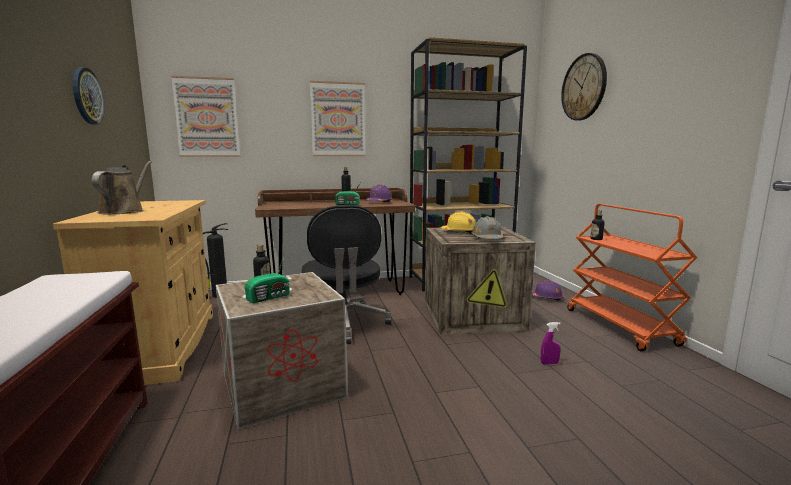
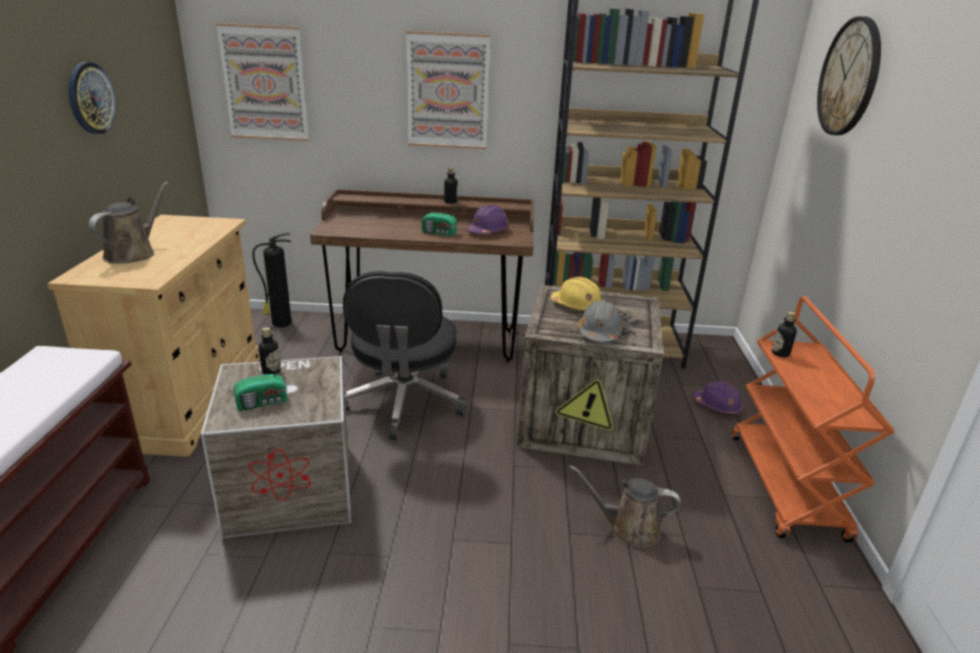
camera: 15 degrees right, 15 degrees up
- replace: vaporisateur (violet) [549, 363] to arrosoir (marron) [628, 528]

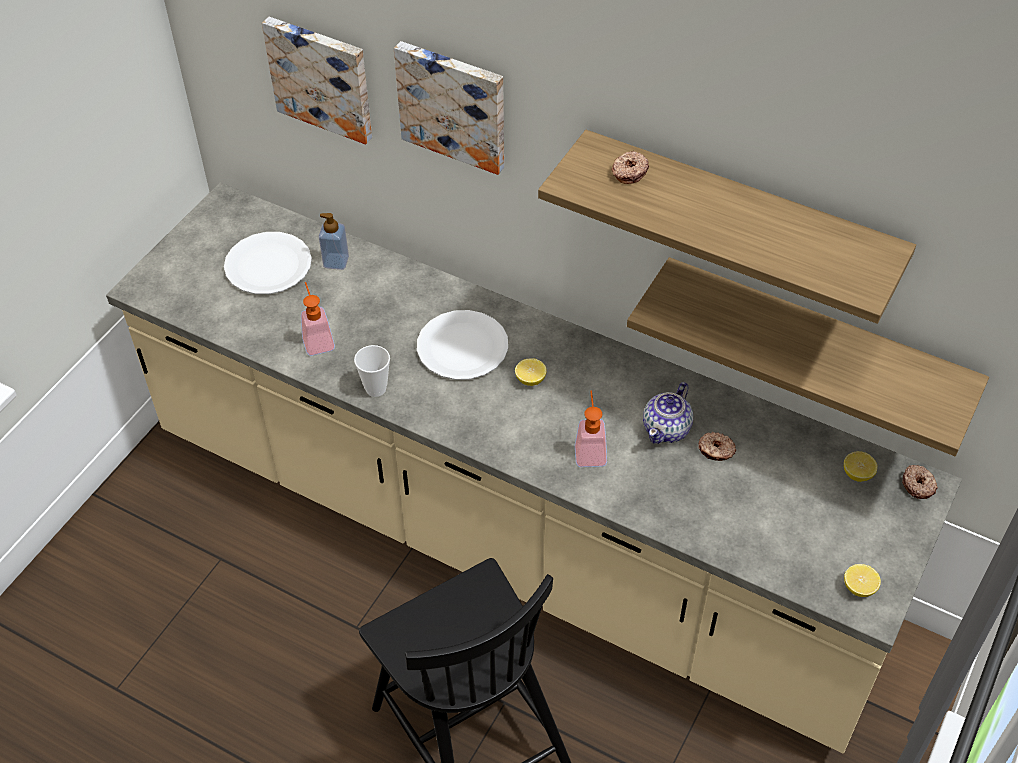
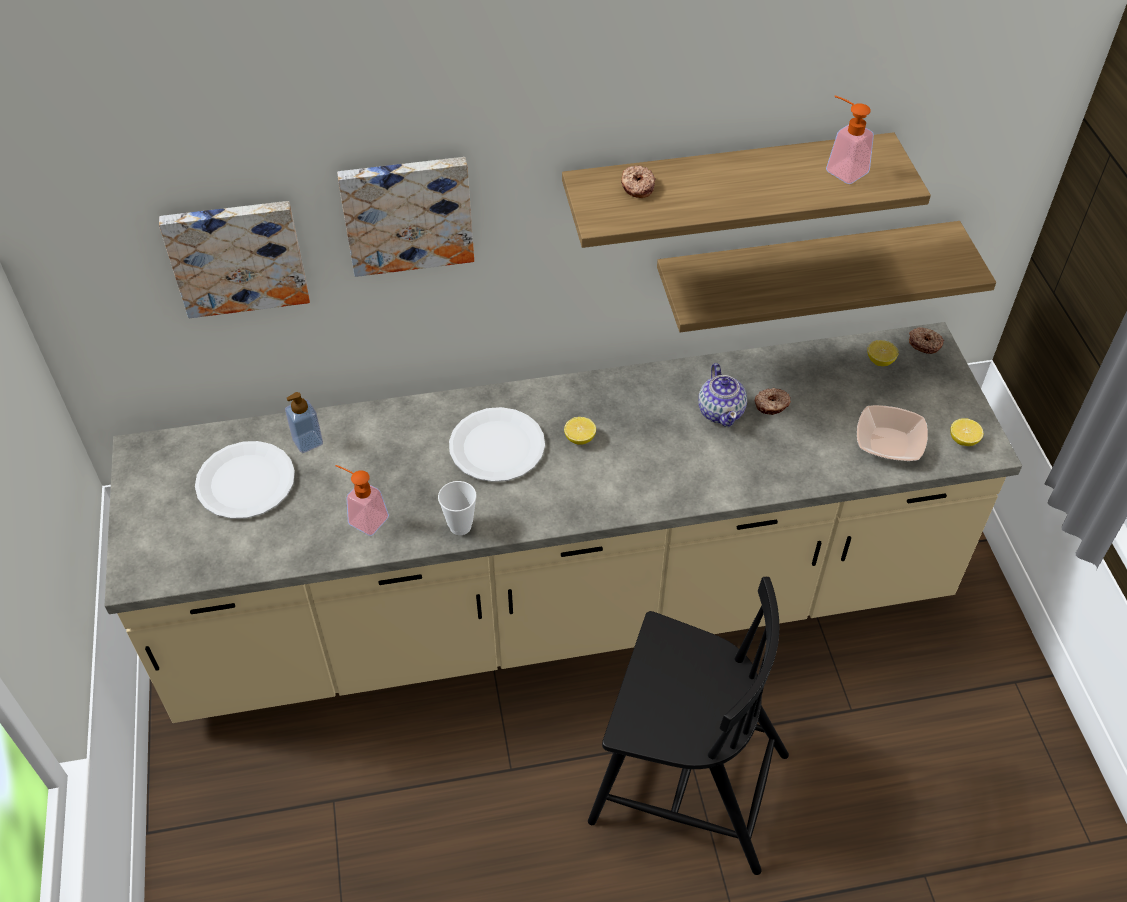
camera: 40 degrees left, 0 degrees up
- move: distributeur de savon [590, 450] to [841, 168]
- insert: bol [889, 443]

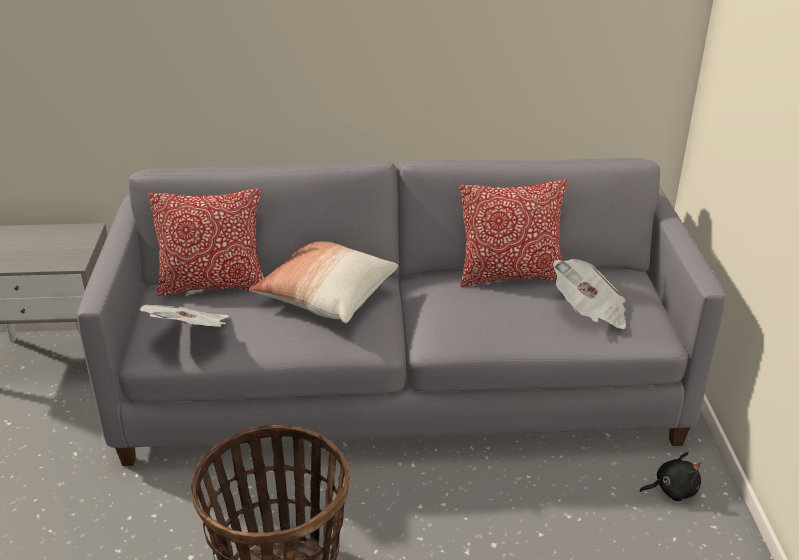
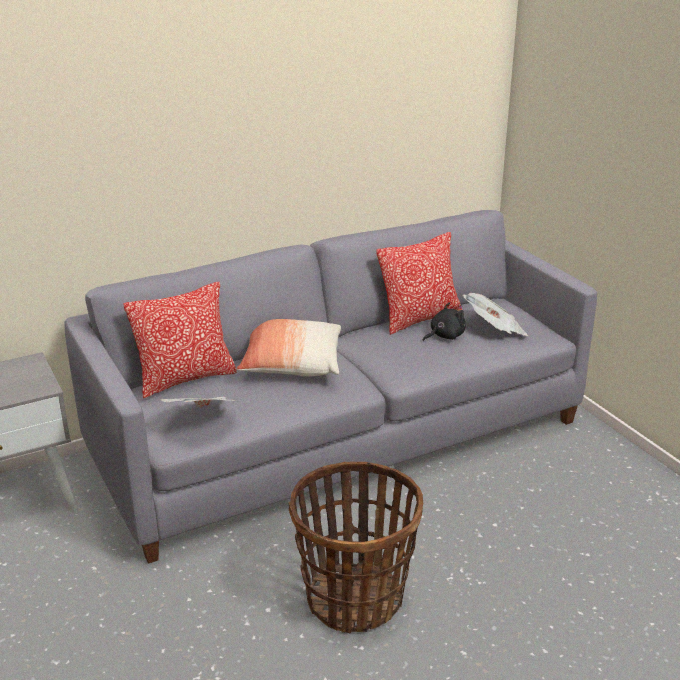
camera: 25 degrees left, 5 degrees down
- move: peluche (noir) [672, 490] to [444, 336]

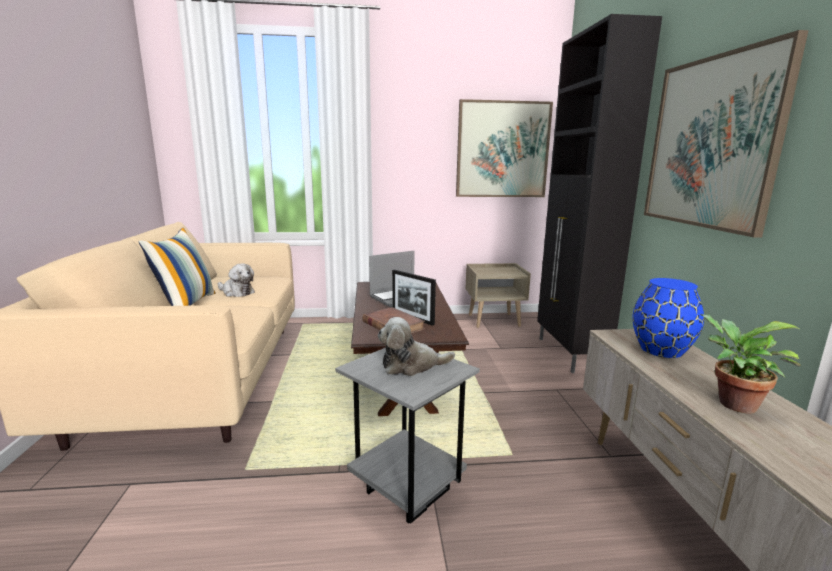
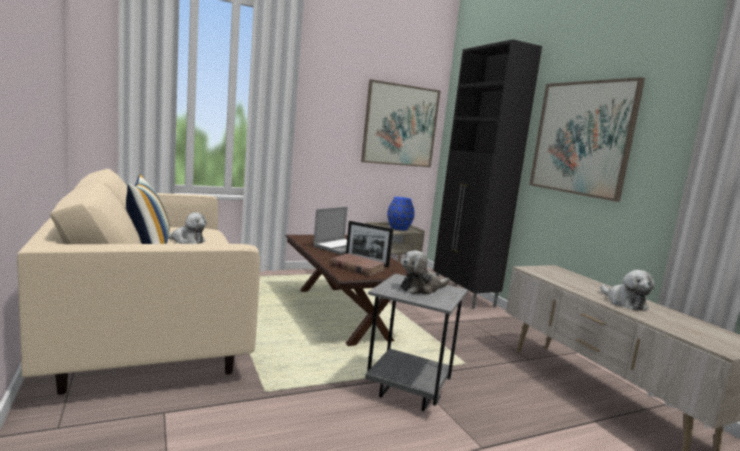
camera: 20 degrees left, 5 degrees down
- move: vase (bleu) [660, 350] to [398, 228]
- replace: plante en pot [731, 403] to peluche [624, 302]

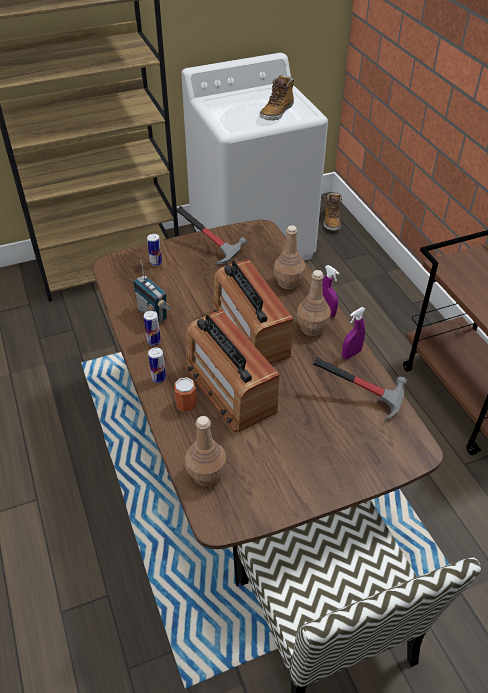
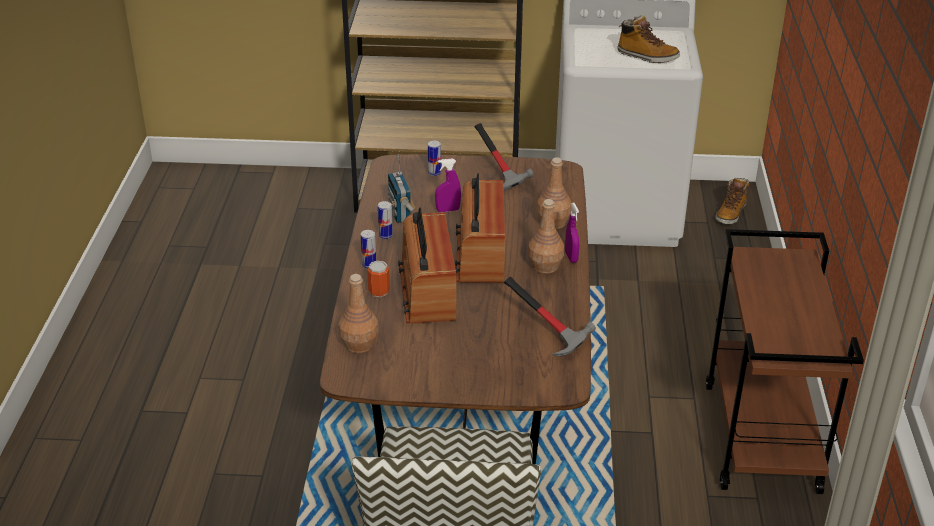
camera: 25 degrees right, 10 degrees down
- rotate: botte [277, 112] = [647, 57] 120 degrees counterclockwise
- move: vaporisateur (violet) [351, 354] to [448, 210]

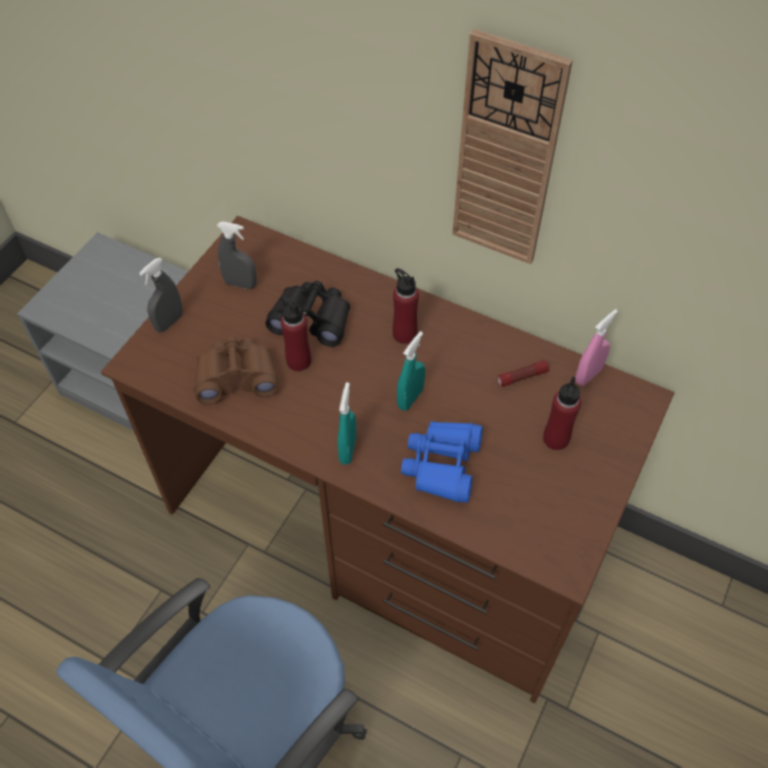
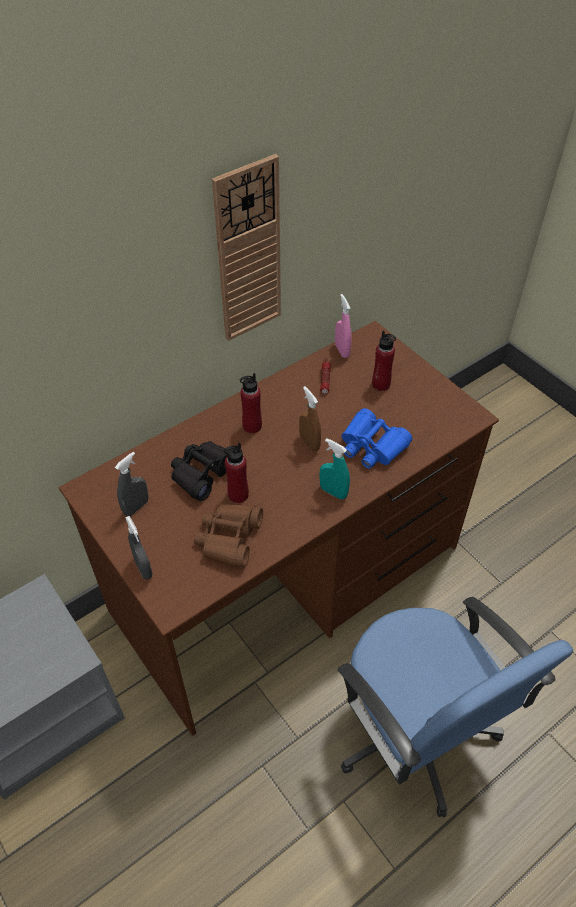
camera: 65 degrees left, 5 degrees down
- recolor: vaporisateur (turquoise) [410, 398] to vaporisateur (marron) [309, 443]

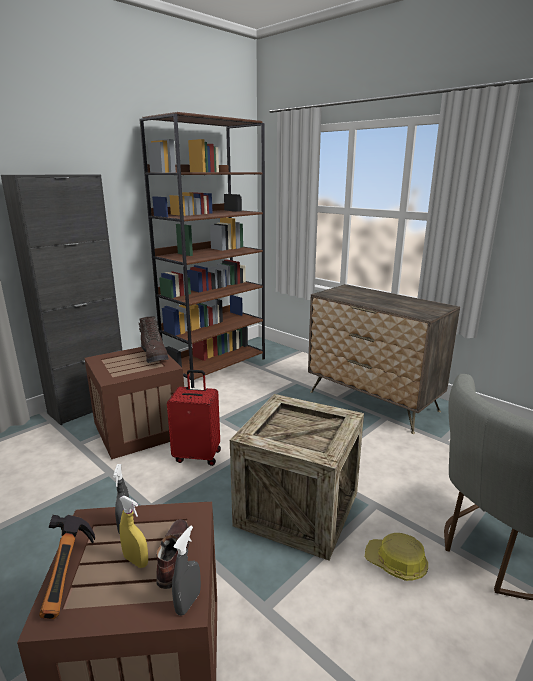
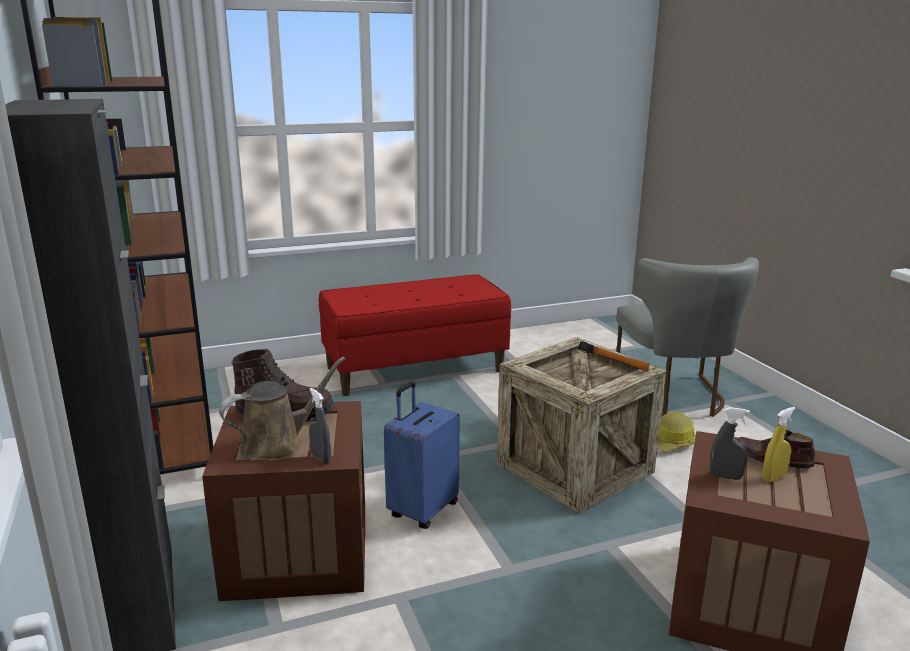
camera: 65 degrees left, 0 degrees up
- move: marteau [70, 575] to [612, 366]
- recolor: valise (rouge) [198, 455] to valise (bleu) [422, 510]
- move: vaporisateur (gris) [188, 602] to [321, 458]
- replace: commode [373, 401] to banc (rouge) [415, 369]
- insert: arrosoir (marron) [277, 444]

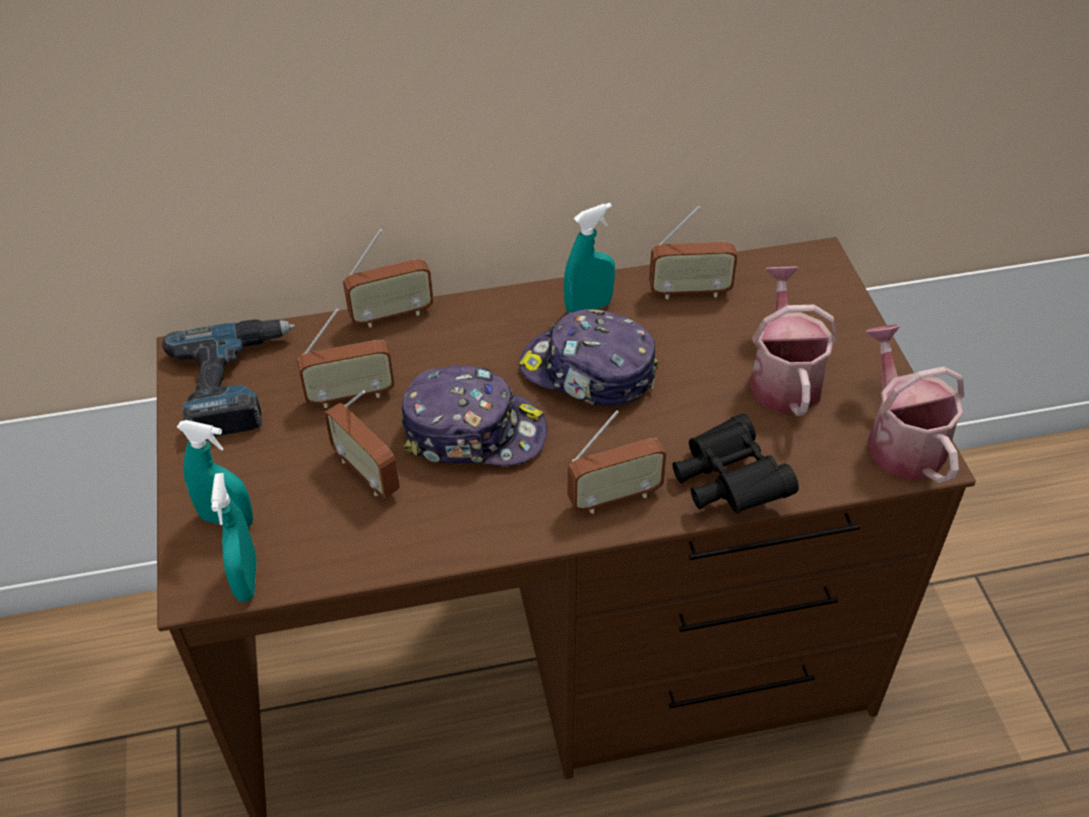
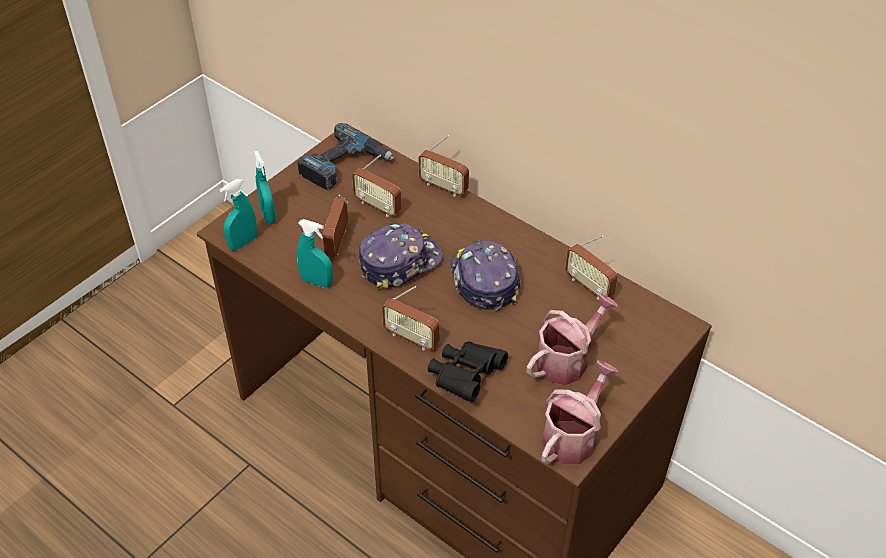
camera: 50 degrees right, 0 degrees up
- rotate: casquette [473, 432] = [399, 262] 90 degrees counterclockwise
- move: vaporisateur (turquoise) [588, 308] to [316, 282]

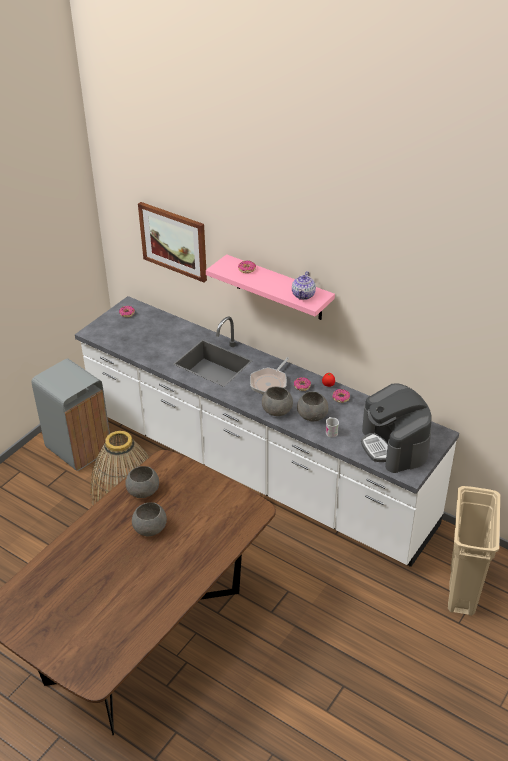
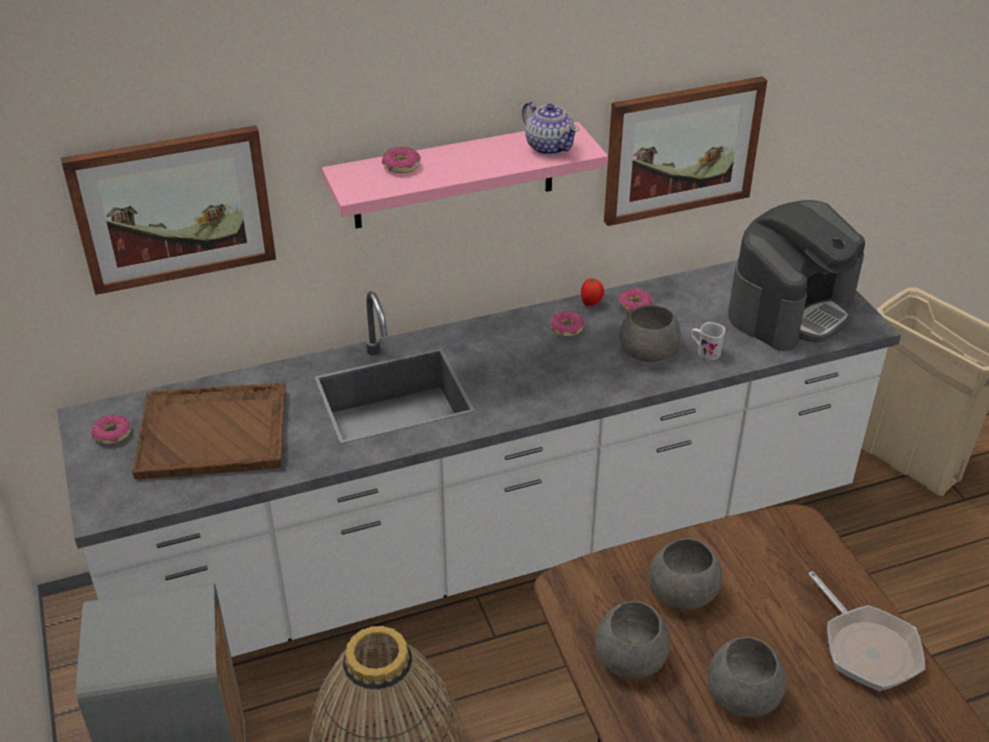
camera: 55 degrees left, 0 degrees up
- move: poêle [270, 382] to [866, 648]
- move: bol (gris) [276, 410] to [681, 592]
- rotate: machine à café [394, 445] = [790, 309] 60 degrees counterclockwise
- insert: plateau (marron) [215, 433]
- insert: tableau [681, 150]

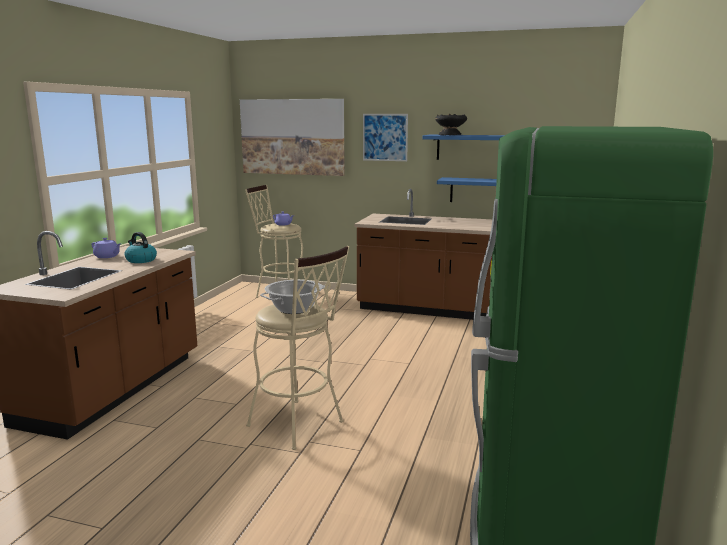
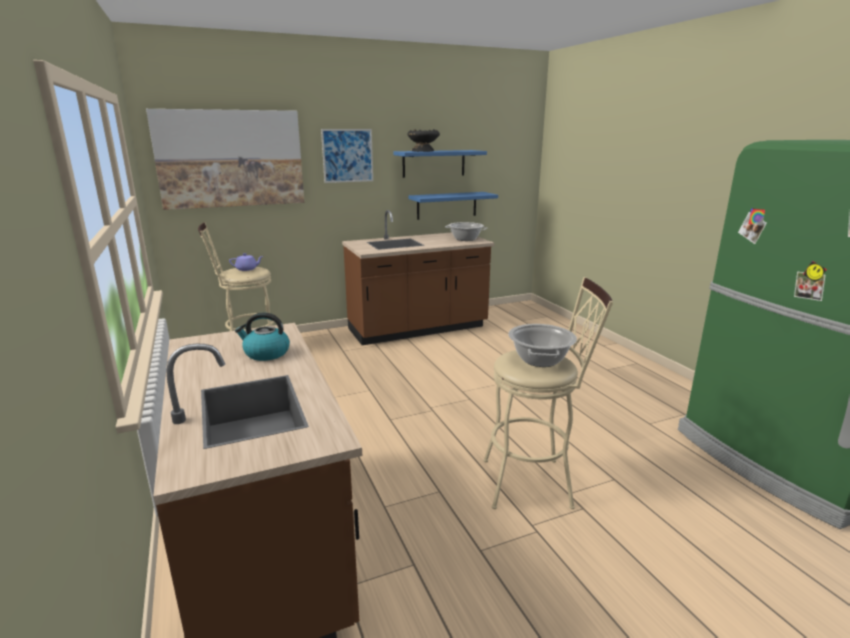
camera: 40 degrees left, 5 degrees up
- delete: théière (violet) [107, 256]
- insert: marmite [465, 239]

